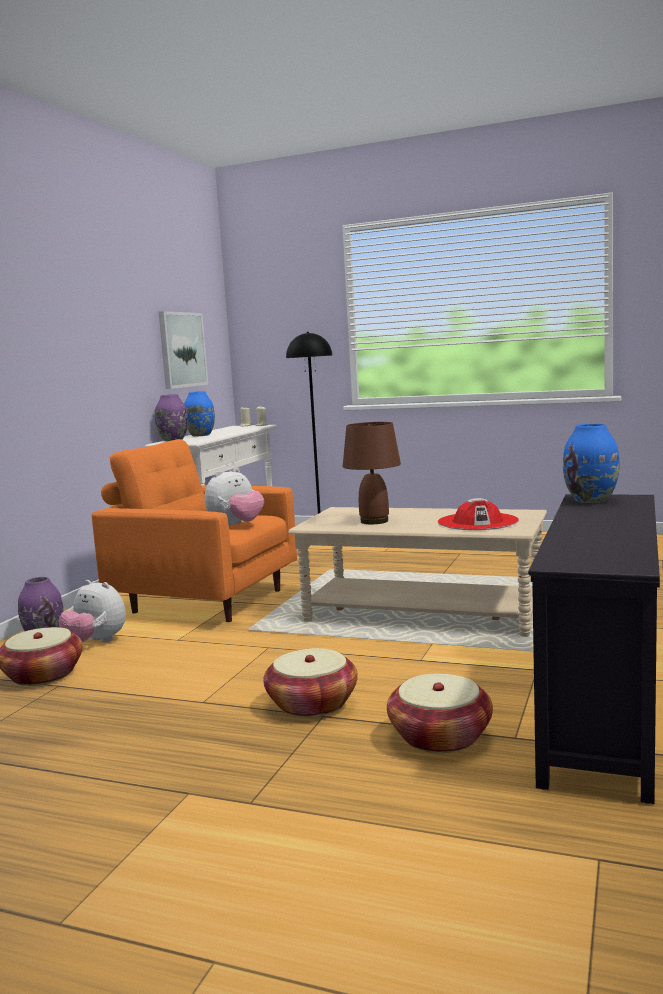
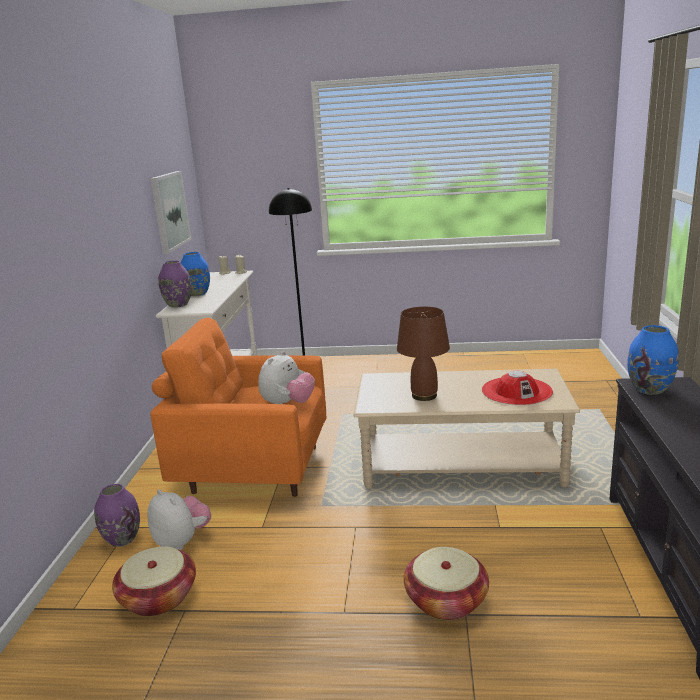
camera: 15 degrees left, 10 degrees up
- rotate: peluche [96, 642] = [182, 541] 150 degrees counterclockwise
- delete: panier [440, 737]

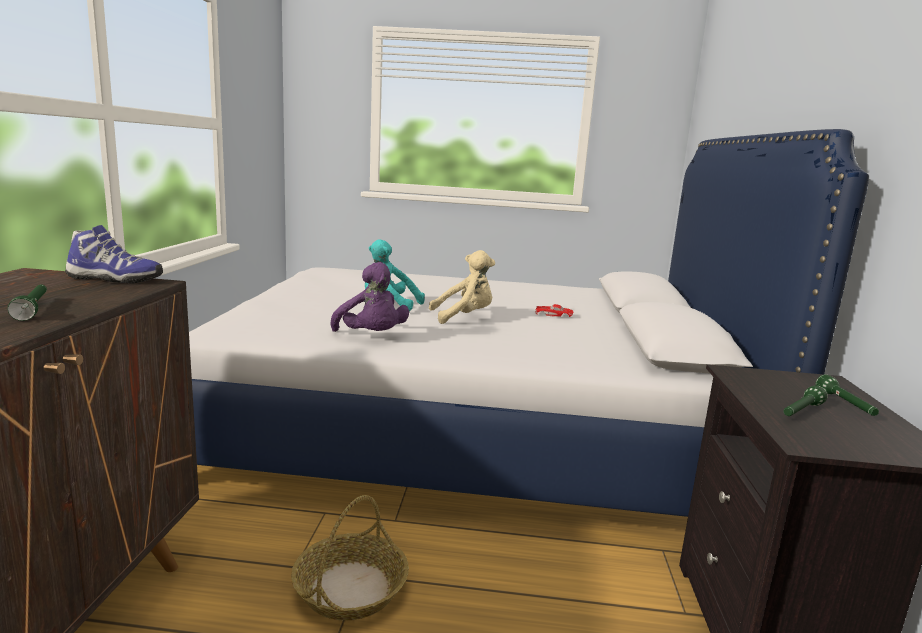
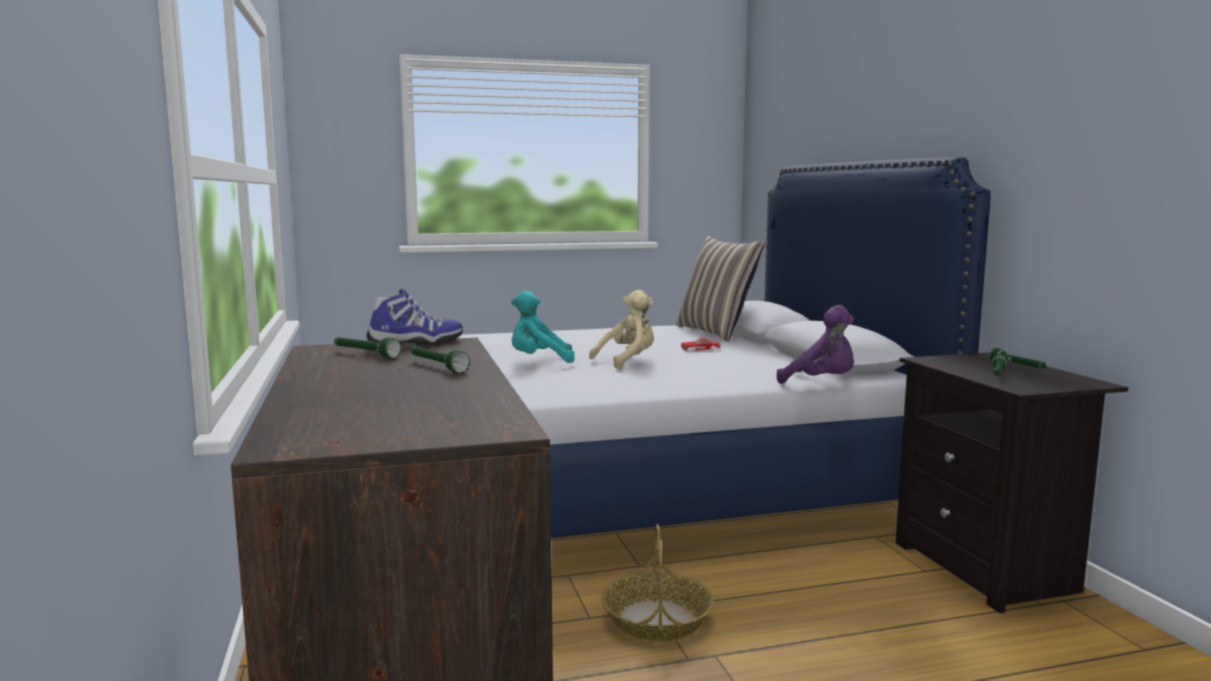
camera: 20 degrees left, 5 degrees down
- move: peluche (violet) [371, 337] to [821, 382]
- insert: lampe de poche (vert) [365, 354]
- insert: coussin [716, 332]

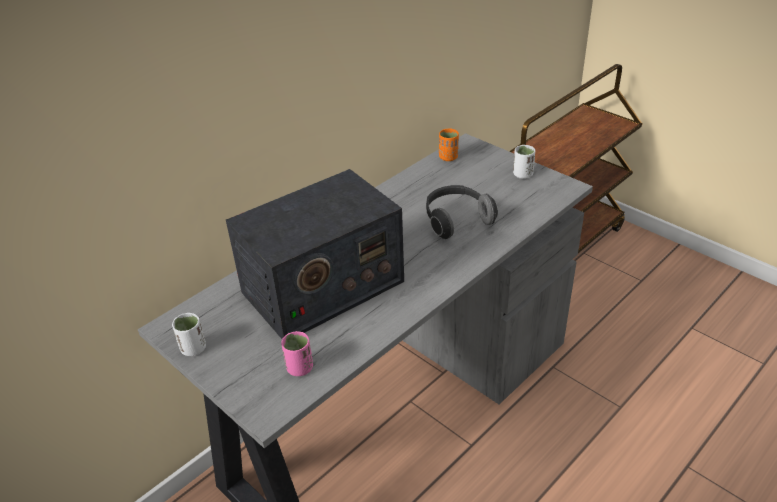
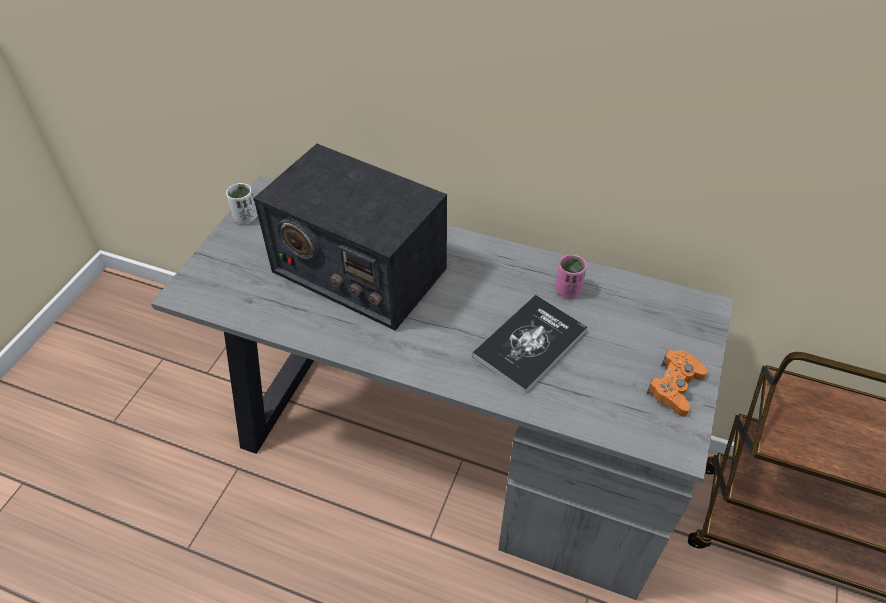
camera: 65 degrees right, 10 degrees up
- move: tasse (rose) [299, 368] to [568, 290]
- replace: casque audio [456, 220] to livre [530, 344]
- delete: tasse (orange) [448, 157]
- replace: tasse (blanc) [522, 174] to manette (orange) [675, 387]

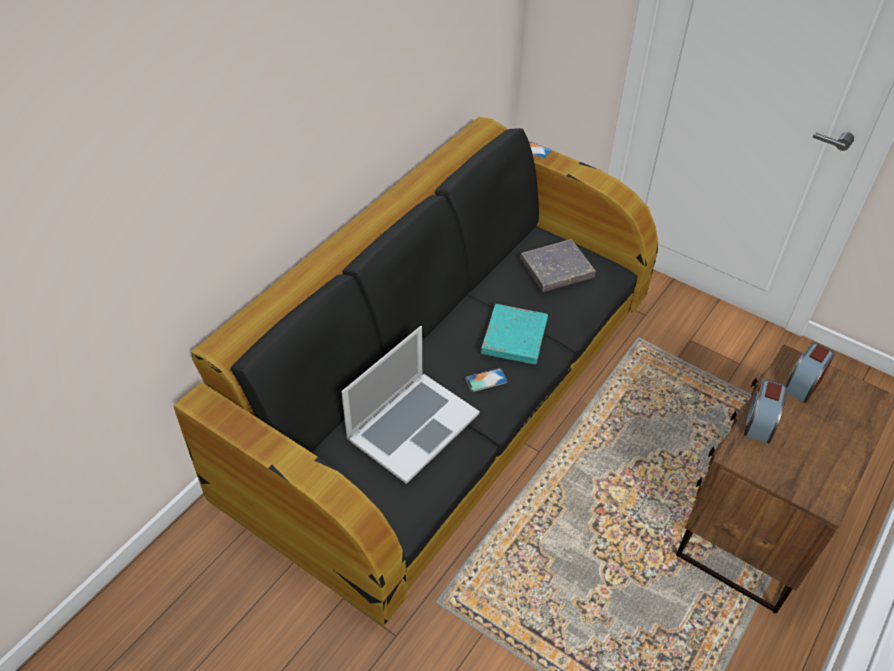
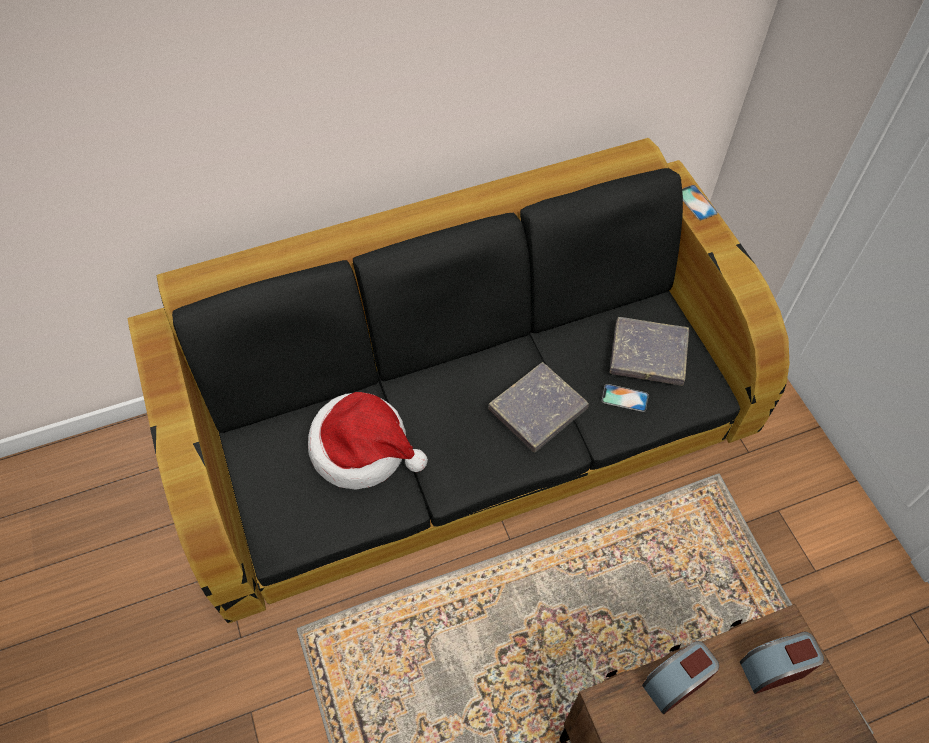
camera: 35 degrees right, 10 degrees up
- replace: ordinateur portable [412, 425] to chapeau [363, 449]
- move: téléphone [486, 380] to [625, 398]
- recolor: livre (turquoise) [514, 337] to livre (gris) [538, 410]

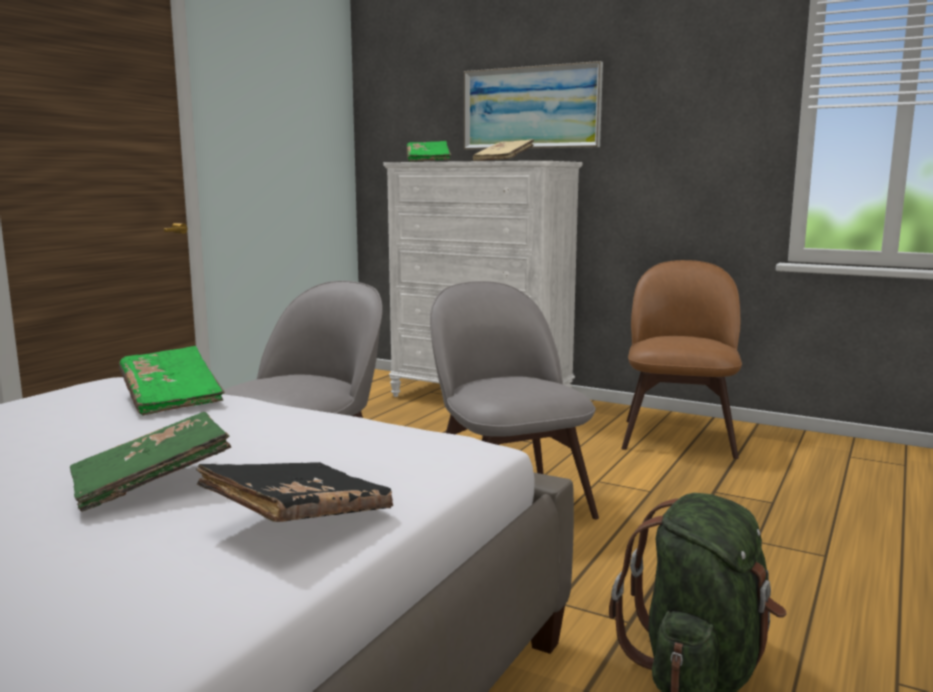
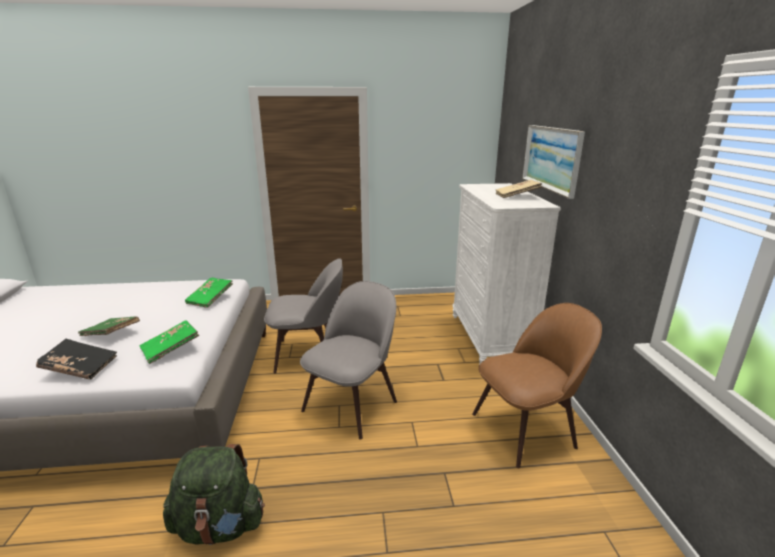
camera: 55 degrees right, 10 degrees up
- move: livre (vert) [428, 162] to [171, 349]

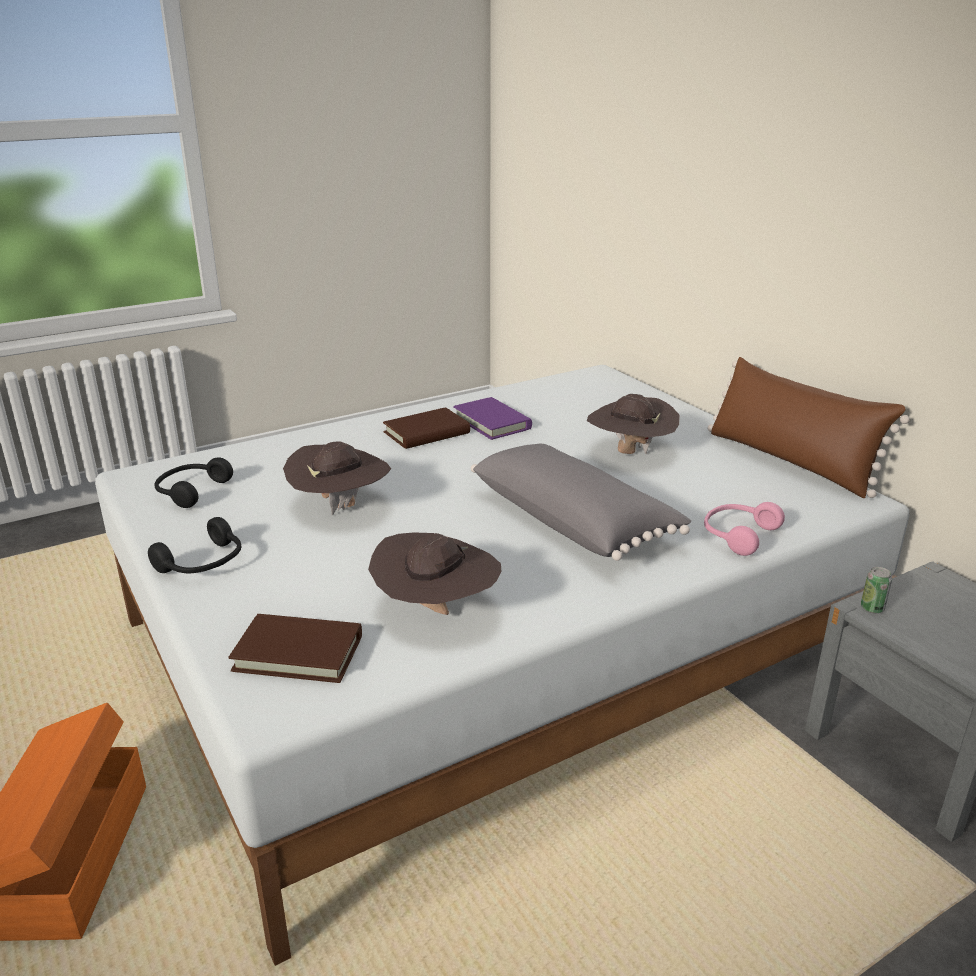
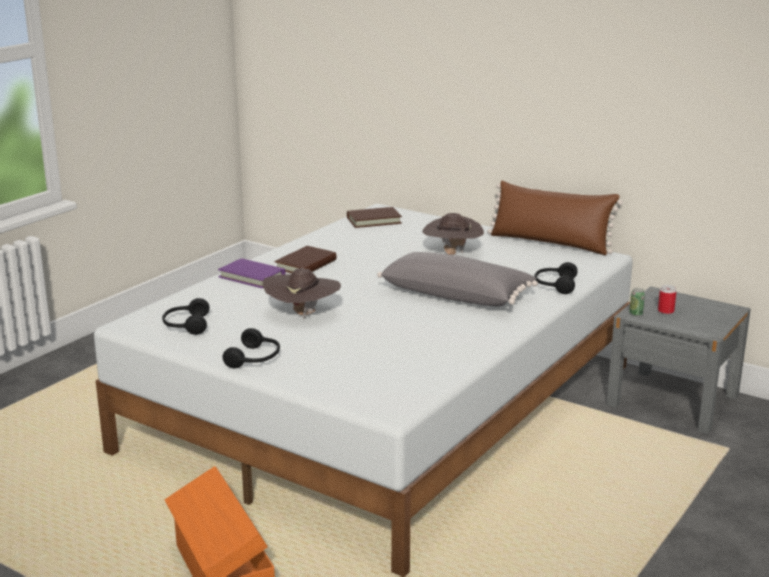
camera: 25 degrees left, 5 degrees down
- move: livre (marron) [298, 653] to [374, 220]
- delete: chapeau (marron) [436, 611]
- move: livre (violet) [492, 422] to [252, 276]
- recolor: casque audio (rose) [737, 535] to casque audio (noir) [554, 285]
- insert: boîte métallique [665, 311]

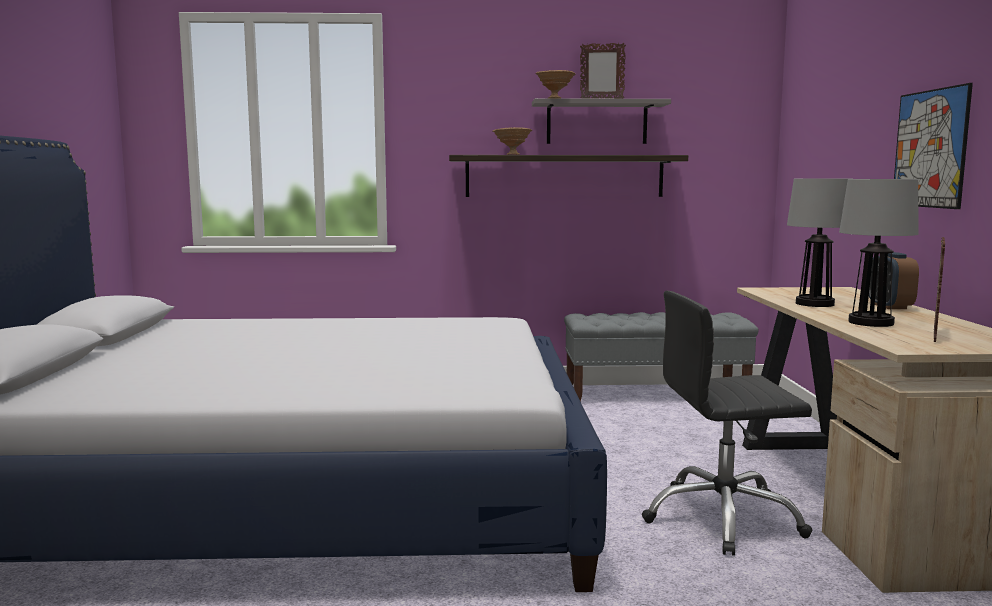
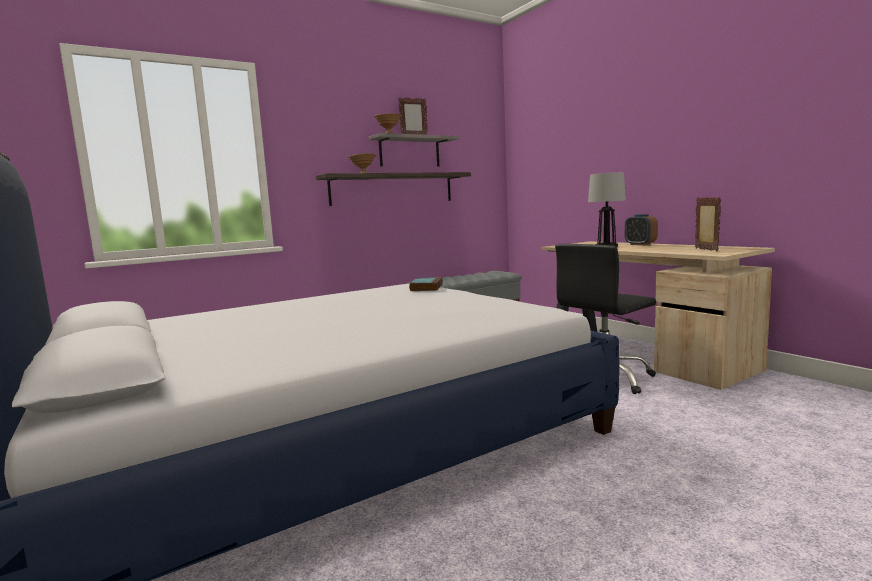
camera: 30 degrees left, 0 degrees up
- delete: lampe de table [870, 323]
- delete: tableau [930, 149]
- insert: livre [426, 287]

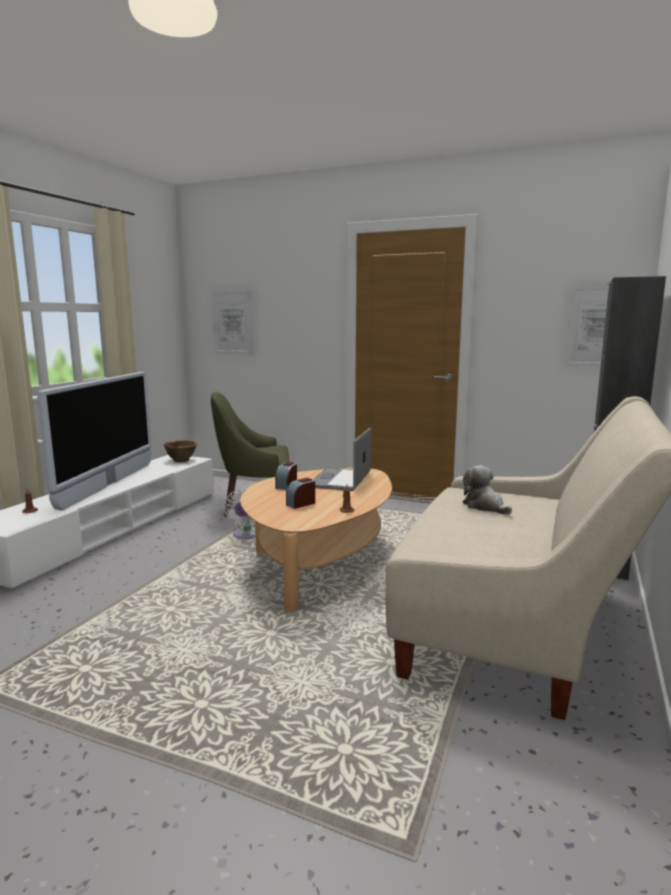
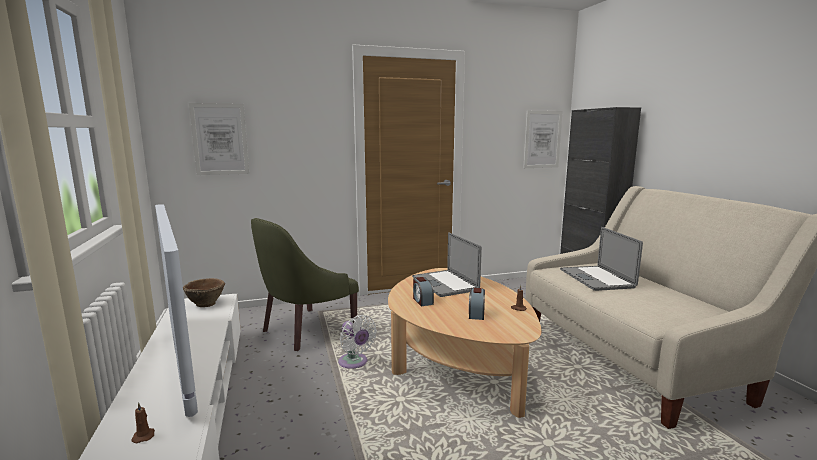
camera: 40 degrees left, 0 degrees up
- replace: peluche [485, 506] to ordinateur portable [596, 278]

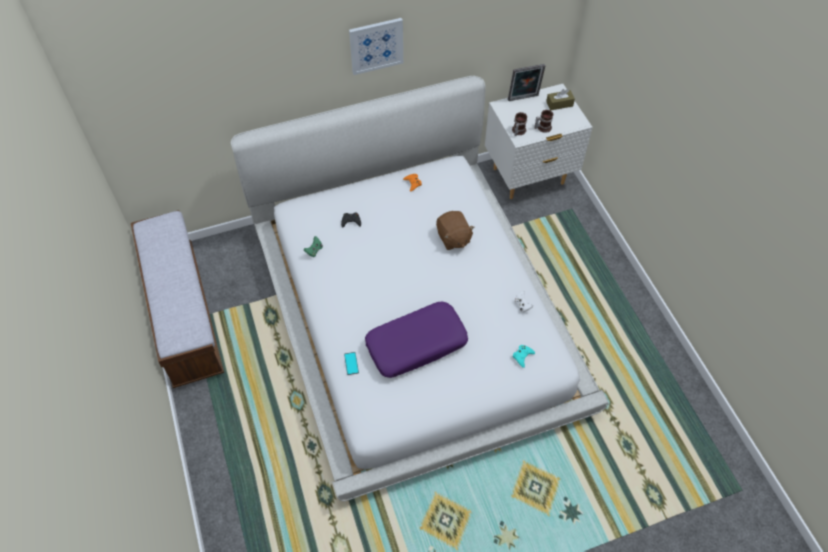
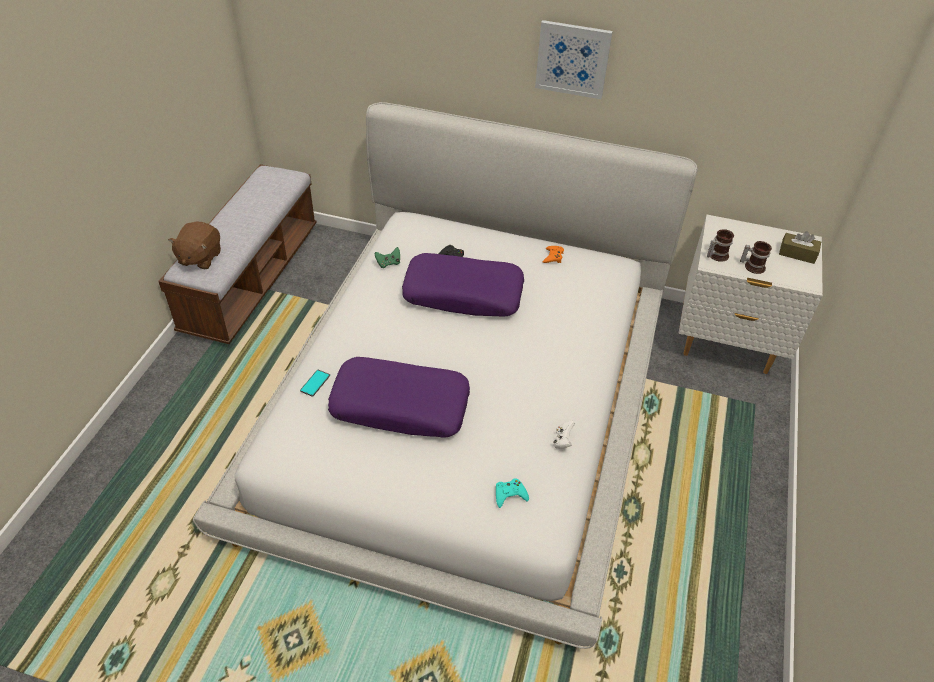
camera: 35 degrees right, 10 degrees down
- move: peluche (marron) [453, 238] to [199, 258]
- delete: cadre photo [523, 99]
- insert: coussin (violet) [463, 294]

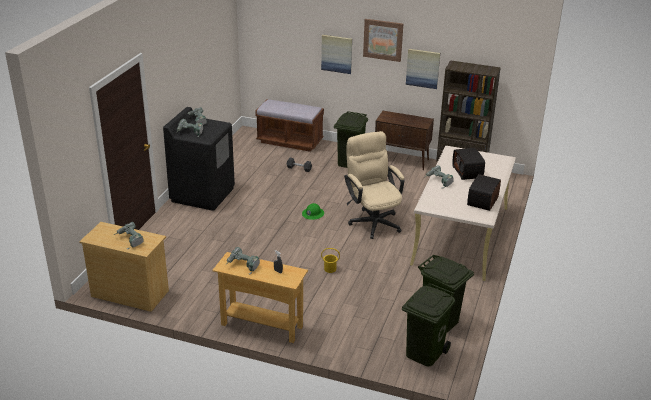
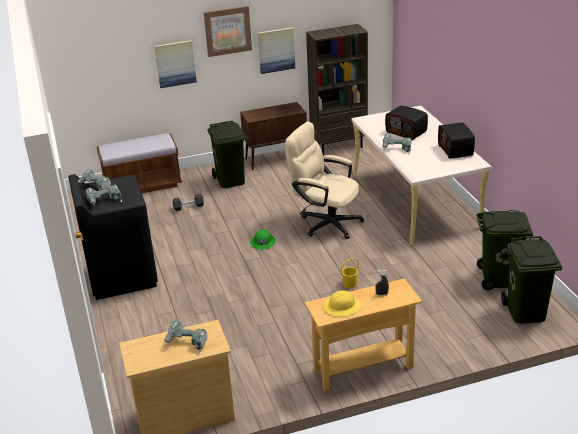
camera: 35 degrees left, 0 degrees up
- replace: perceuse [242, 266] to casque de chantier (jaune) [342, 307]

